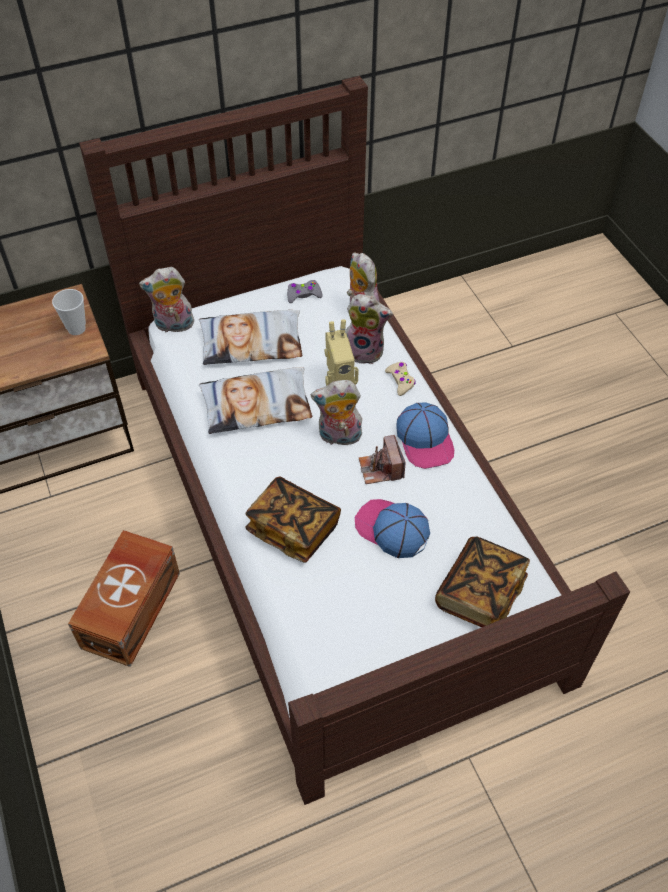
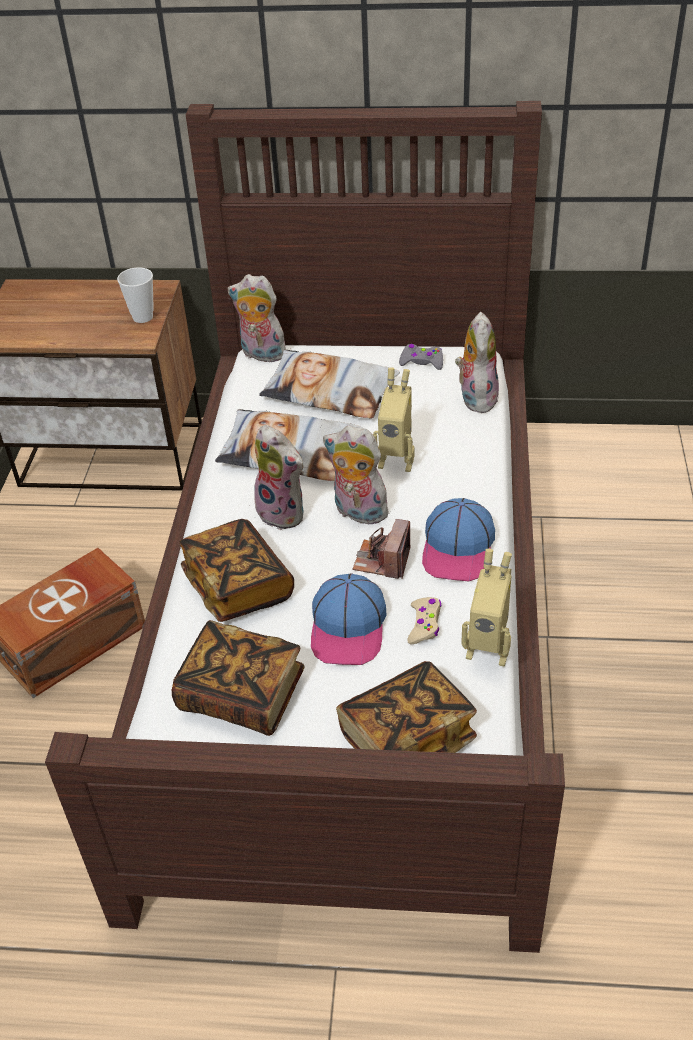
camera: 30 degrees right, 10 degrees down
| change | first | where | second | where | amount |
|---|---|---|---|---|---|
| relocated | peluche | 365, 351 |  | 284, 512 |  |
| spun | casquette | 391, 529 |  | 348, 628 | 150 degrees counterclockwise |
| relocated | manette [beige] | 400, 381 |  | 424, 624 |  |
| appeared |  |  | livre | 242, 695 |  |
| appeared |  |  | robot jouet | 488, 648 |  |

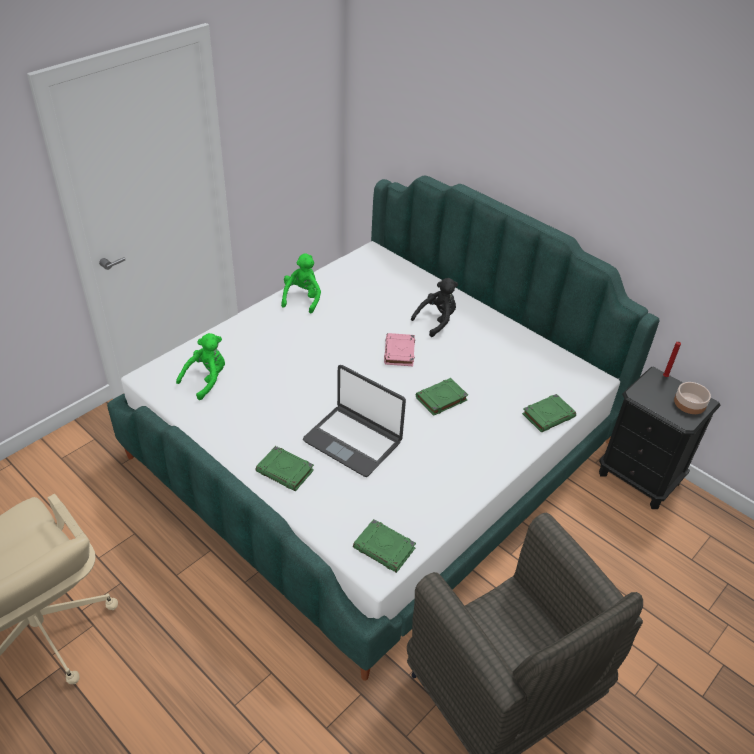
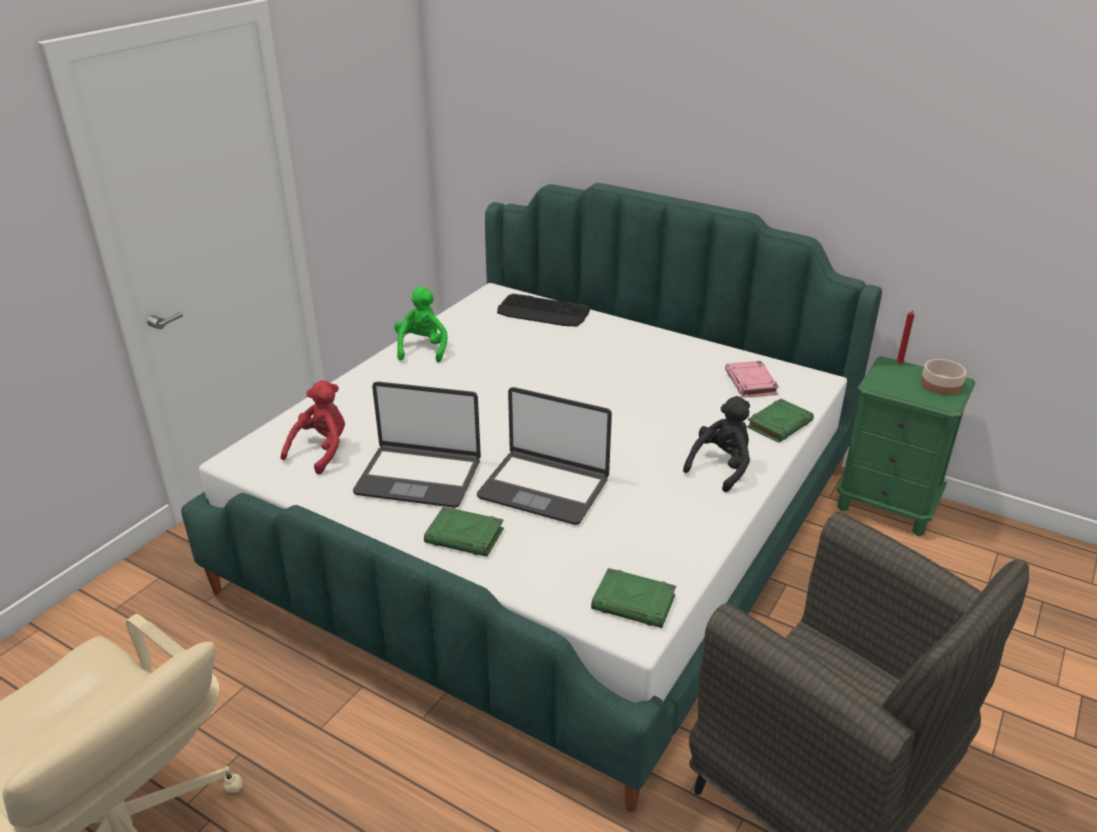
camera: 10 degrees left, 10 degrees down
| change | first | where | second | where | amount |
|---|---|---|---|---|---|
| colour | peluche [vert] | 206, 380 | peluche [rouge] | 322, 451 |  |
| relocated | livre [rose] | 399, 352 |  | 751, 383 |  |
| relocated | peluche [noir] | 436, 321 |  | 721, 467 |  |
| missing | livre [vert] | 441, 399 |  |  |  |
| colour | table de chevet [noir] | 638, 478 | table de chevet [vert] | 887, 505 |  |
| appeared |  |  | ordinateur portable | 419, 477 |  |
| appeared |  |  | clavier | 543, 312 |  |

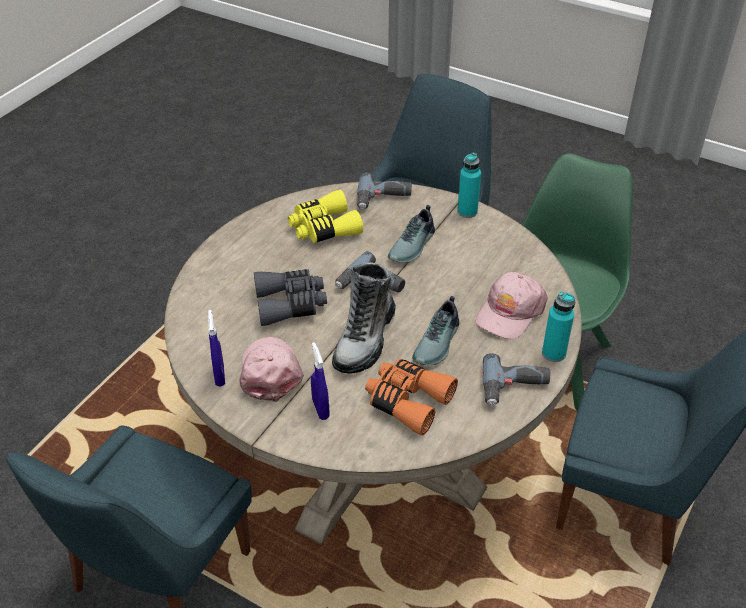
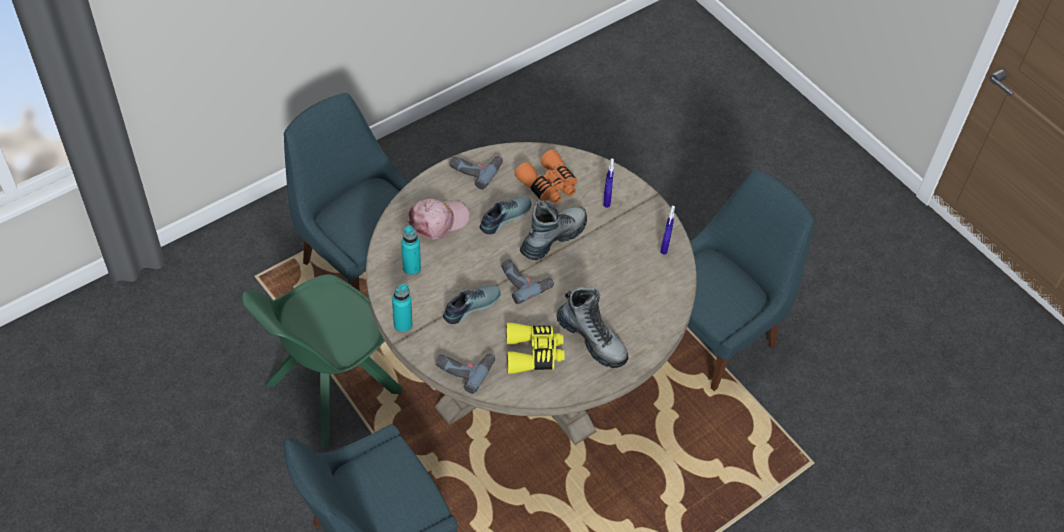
camera: 160 degrees left, 10 degrees up
| change | first | where | second | where | amount |
|---|---|---|---|---|---|
| missing | casquette [rose] | 270, 372 |  |  |  |
| missing | jumelles [gris] | 290, 304 |  |  |  |
| relocated | bouteille [turquoise] | 553, 353 |  | 411, 268 |  |
| appeared |  |  | botte | 592, 339 |  |

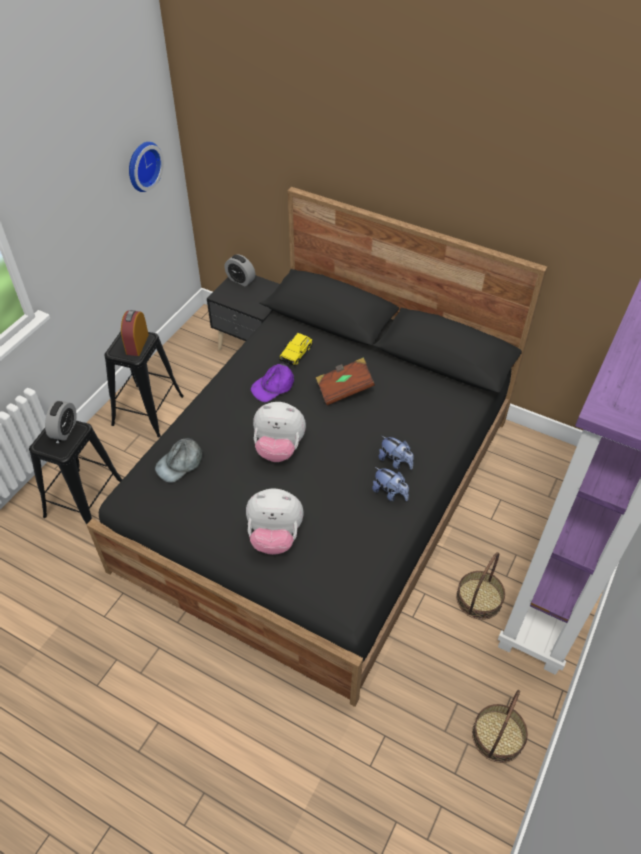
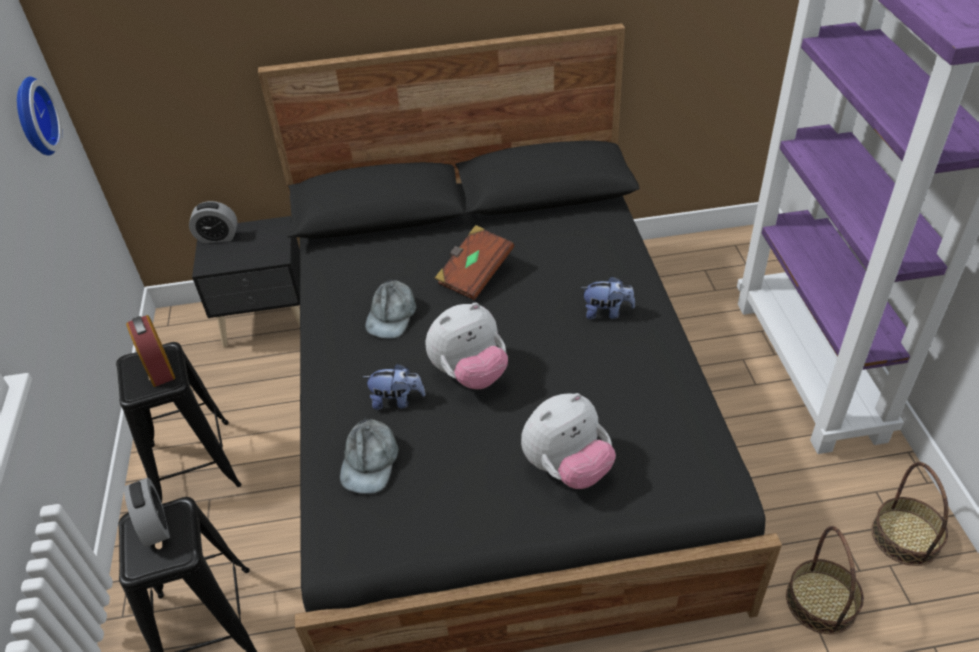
camera: 35 degrees left, 5 degrees down
| change | first | where | second | where | amount |
|---|---|---|---|---|---|
| colour | casquette [violet] | 273, 386 | casquette [gris] | 391, 315 |  |
| missing | petite voiture [jaune] | 296, 354 |  |  |  |
| relocated | peluche | 390, 493 |  | 397, 400 |  |
| relocated | panier | 479, 599 |  | 821, 602 |  |

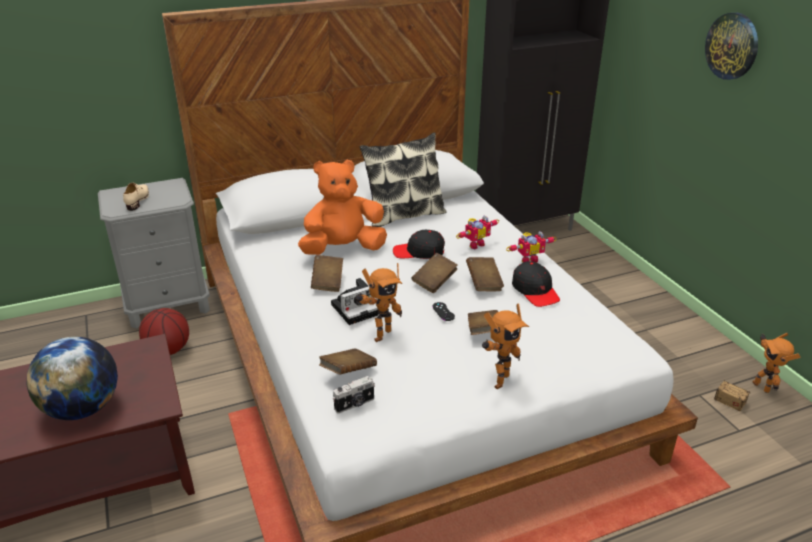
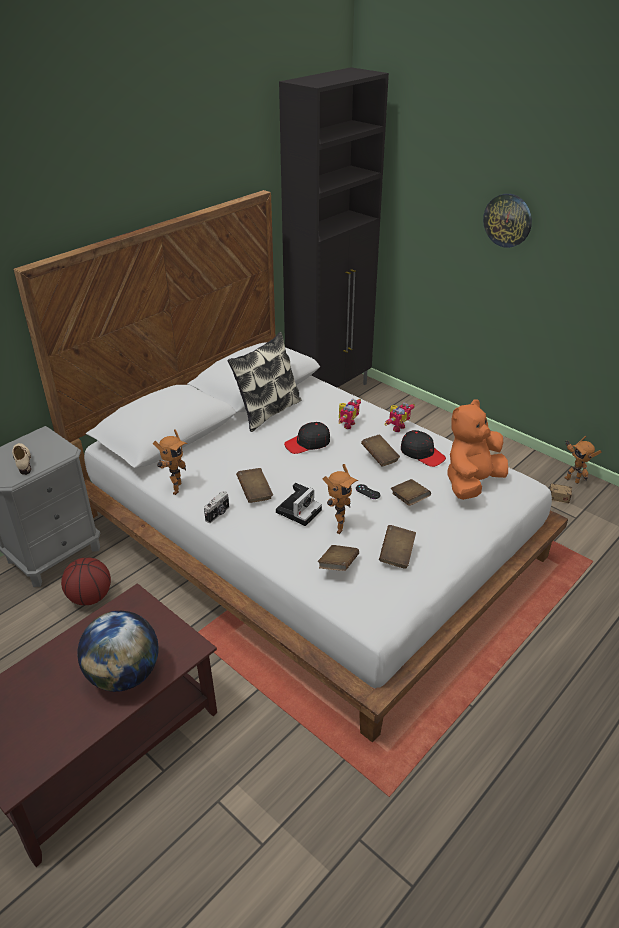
camera: 25 degrees left, 5 degrees up
| change | first | where | second | where | amount |
|---|---|---|---|---|---|
| relocated | peluche [orange] | 343, 249 |  | 472, 483 |  |
| relocated | appareil photo | 355, 404 |  | 218, 514 |  |
| relocated | livre [marron] | 434, 282 |  | 396, 554 |  |
| relocated | robot jouet | 498, 380 |  | 174, 488 |  |

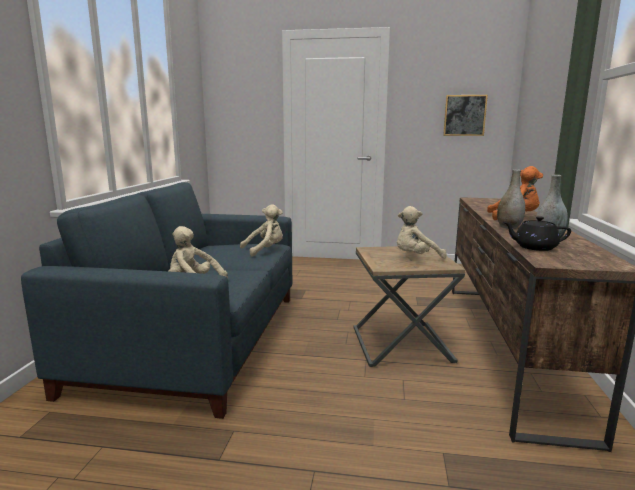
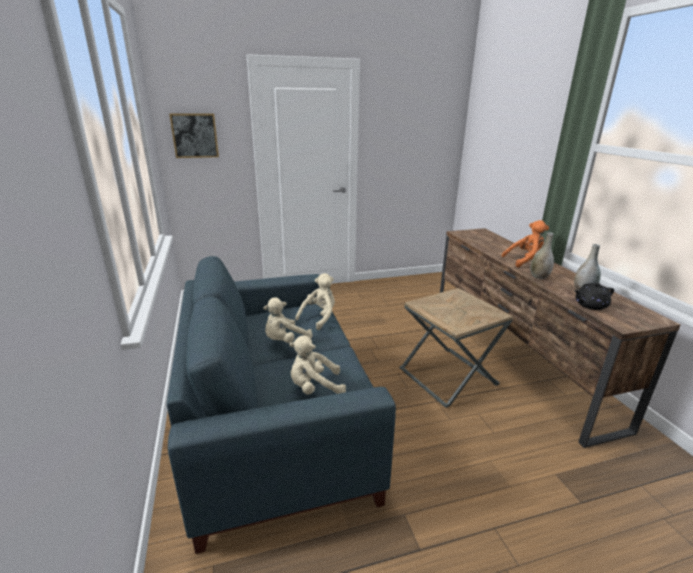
camera: 25 degrees left, 10 degrees up
| change | first | where | second | where | amount |
|---|---|---|---|---|---|
| relocated | peluche [beige] | 416, 257 |  | 285, 340 |  |
| relocated | tableau | 464, 115 |  | 195, 135 |  |

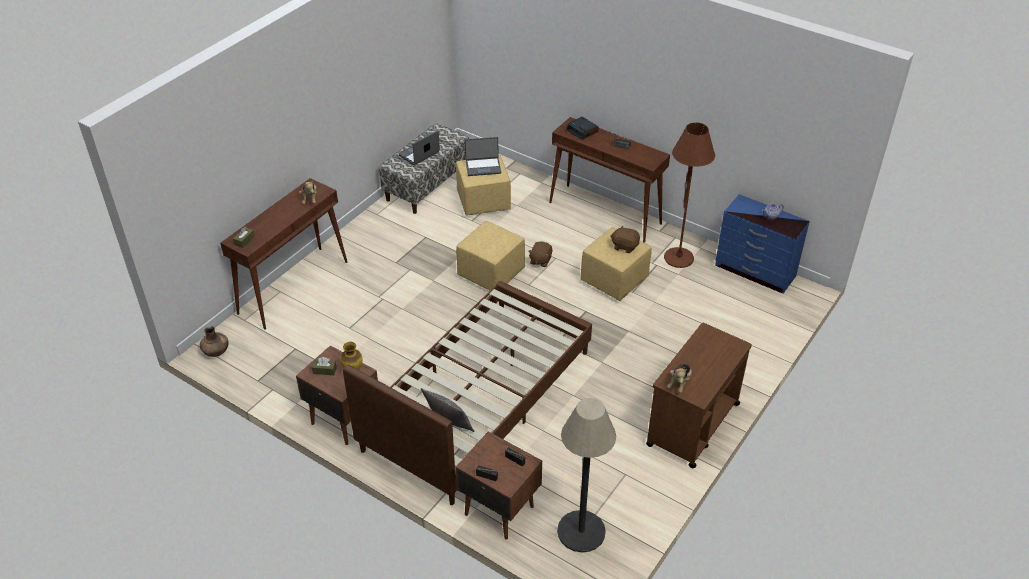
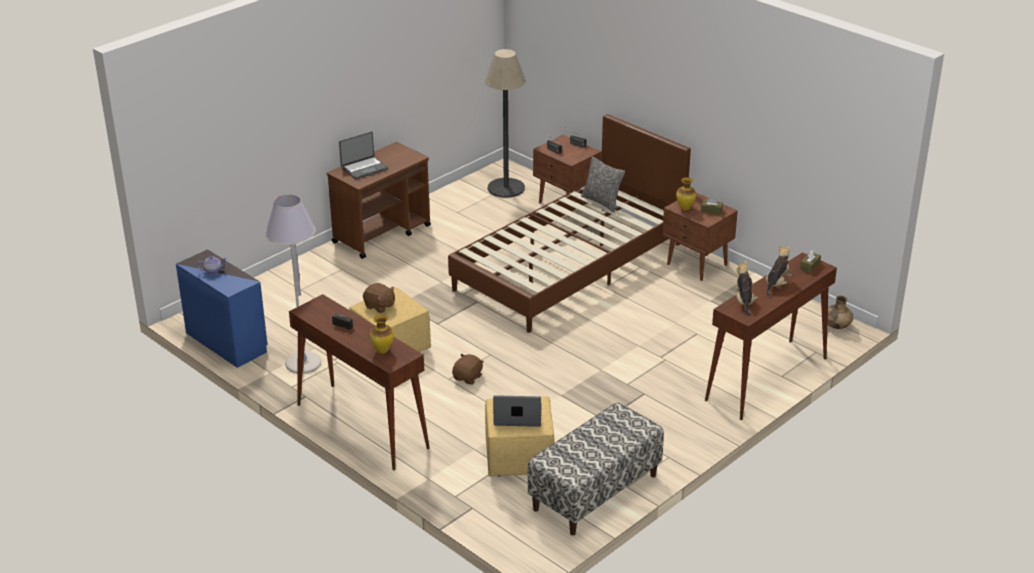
camera: 170 degrees left, 10 degrees down
| change | first | where | second | where | amount |
|---|---|---|---|---|---|
| relocated | ordinateur portable | 419, 154 |  | 364, 168 |  |
| missing | pouf [jaune] | 490, 273 |  |  |  |
| exchanged | réveil | 582, 131 | vase | 382, 351 |  |
| colour | lampadaire [marron] | 679, 258 | lampadaire [gris] | 303, 363 |  |
| relocated | peluche | 679, 382 |  | 777, 284 |  |

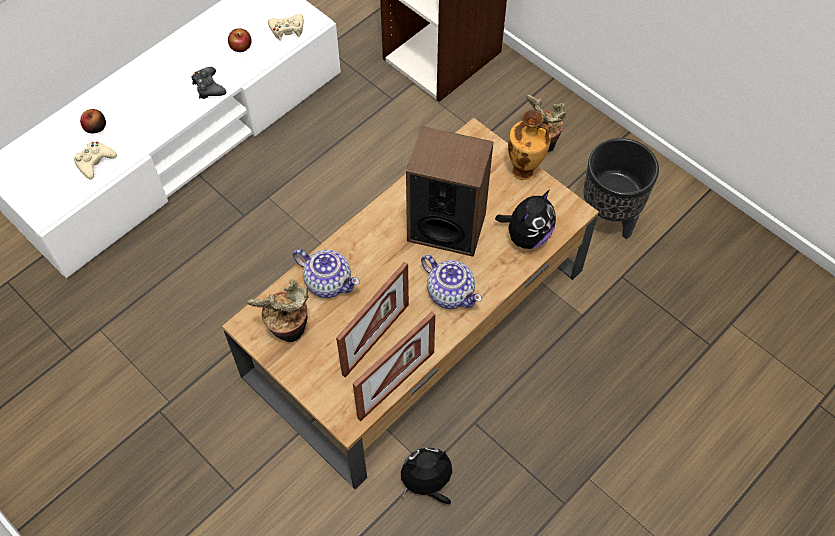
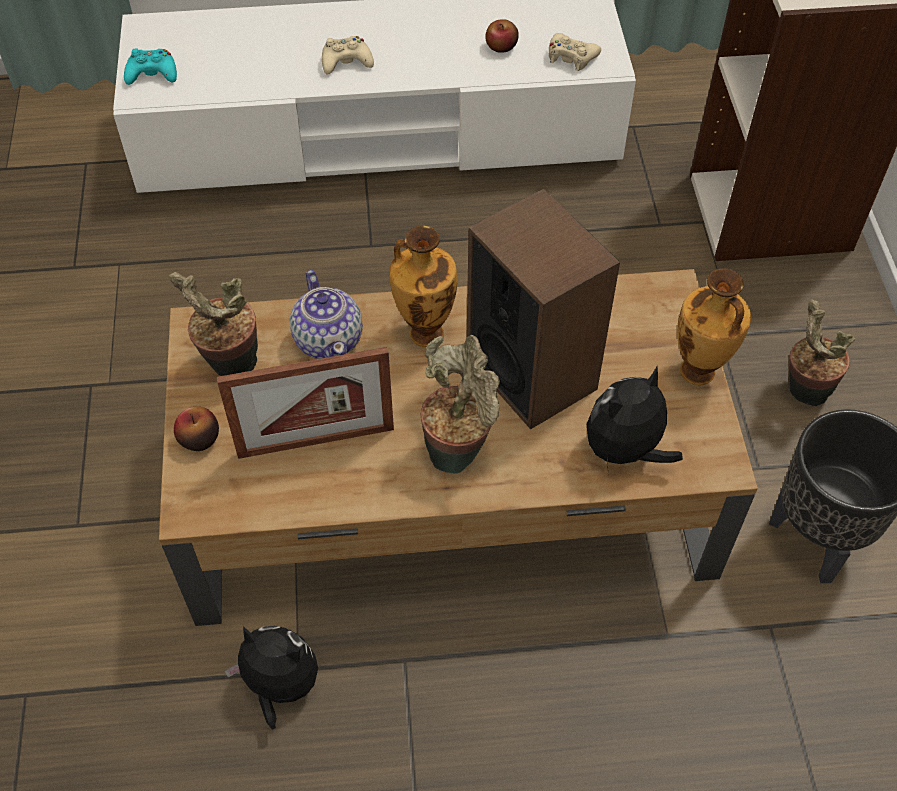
camera: 40 degrees right, 5 degrees down
| change | first | where | second | where | amount |
|---|---|---|---|---|---|
| relocated | manette [beige] | 95, 162 |  | 346, 62 |  |
| relocated | pomme | 95, 127 |  | 199, 438 |  |
| missing | manette [noir] | 208, 87 |  |  |  |
| missing | cadre photo | 396, 385 |  |  |  |
| exchanged | théière | 450, 292 | plante en pot | 458, 451 |  |
| spun | peluche | 526, 236 |  | 625, 451 | 150 degrees clockwise |
| appeared |  |  | manette [turquoise] | 152, 74 |  |
| appeared |  |  | vase | 424, 332 |  |

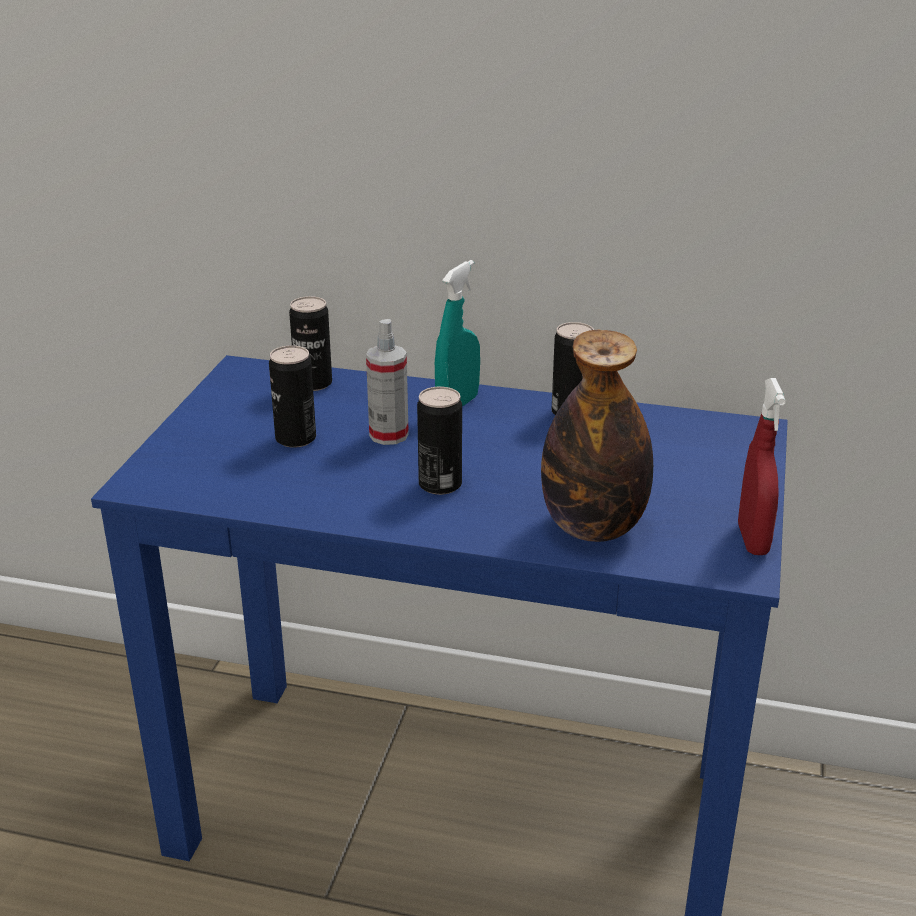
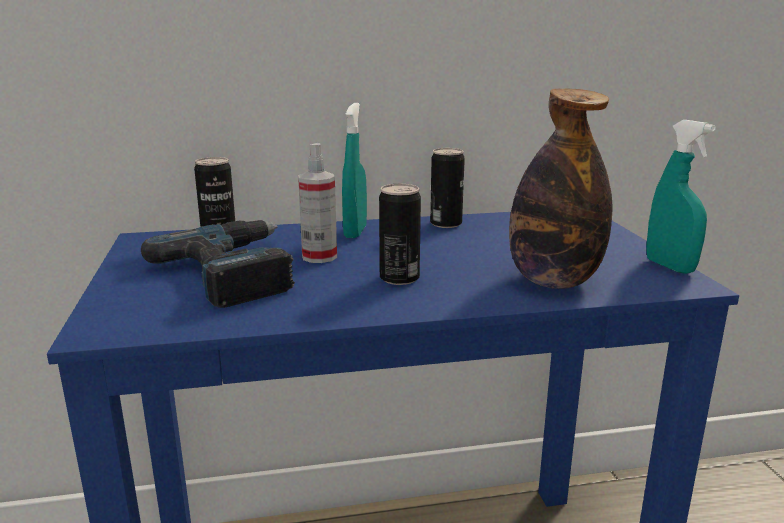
camera: 25 degrees left, 10 degrees down
| change | first | where | second | where | amount |
|---|---|---|---|---|---|
| exchanged | boîte métallique | 295, 438 | perceuse | 237, 272 |  |
| colour | vaporisateur [rouge] | 752, 540 | vaporisateur [turquoise] | 670, 266 |  |

